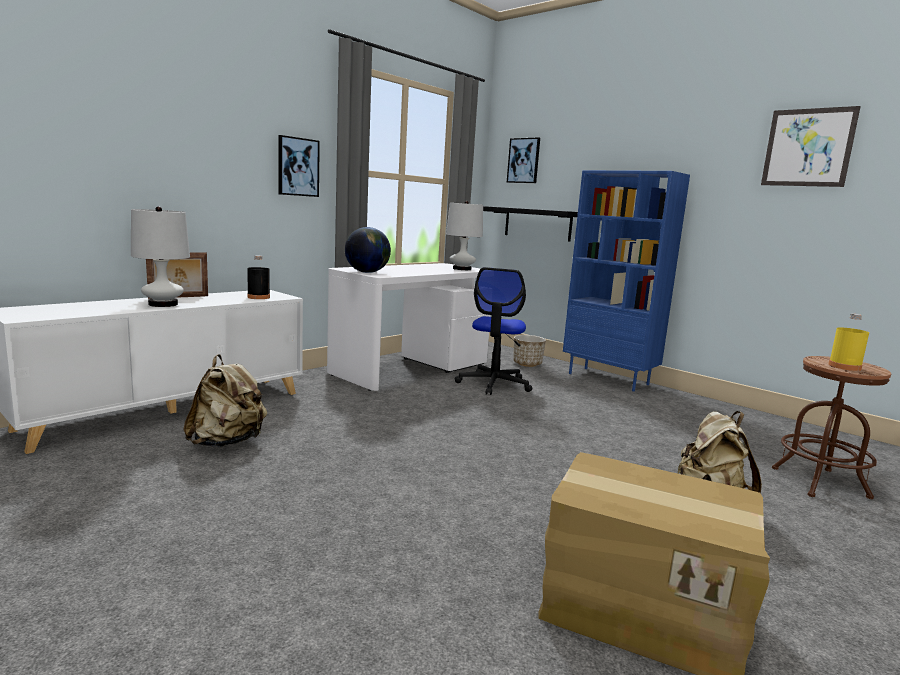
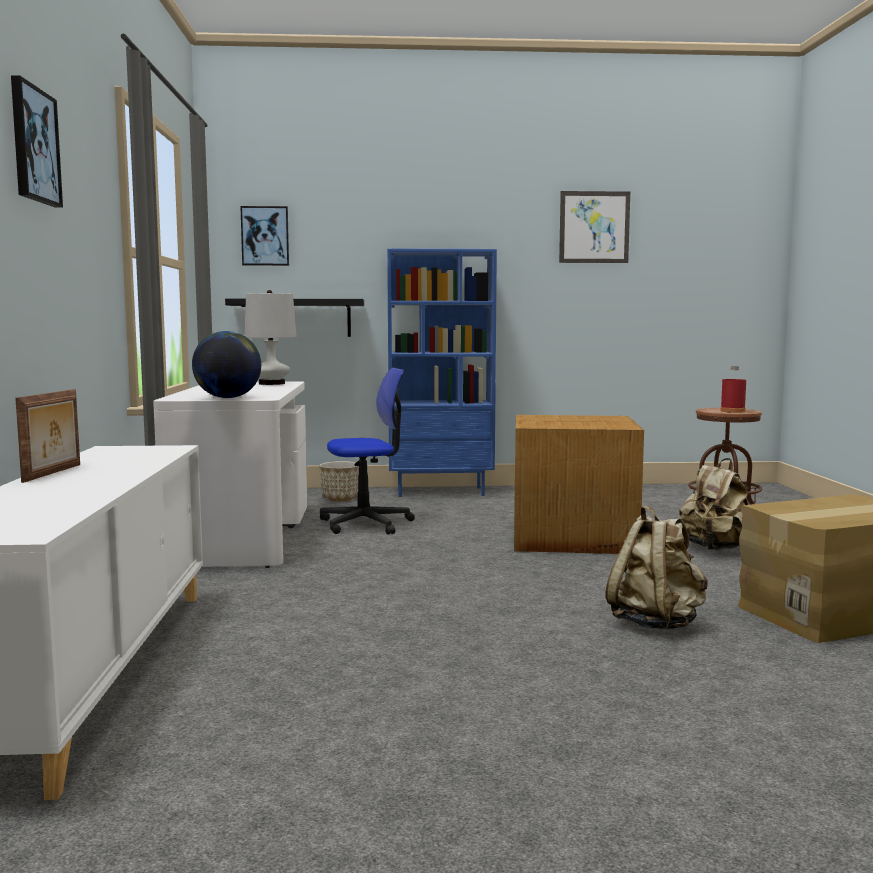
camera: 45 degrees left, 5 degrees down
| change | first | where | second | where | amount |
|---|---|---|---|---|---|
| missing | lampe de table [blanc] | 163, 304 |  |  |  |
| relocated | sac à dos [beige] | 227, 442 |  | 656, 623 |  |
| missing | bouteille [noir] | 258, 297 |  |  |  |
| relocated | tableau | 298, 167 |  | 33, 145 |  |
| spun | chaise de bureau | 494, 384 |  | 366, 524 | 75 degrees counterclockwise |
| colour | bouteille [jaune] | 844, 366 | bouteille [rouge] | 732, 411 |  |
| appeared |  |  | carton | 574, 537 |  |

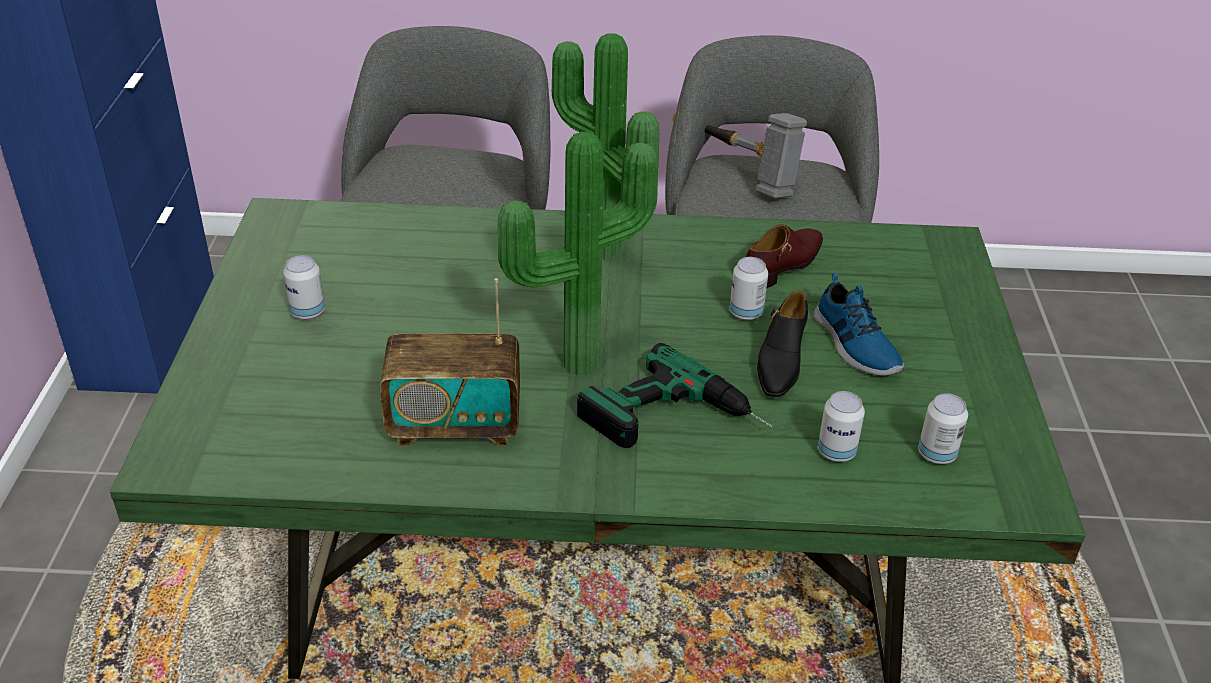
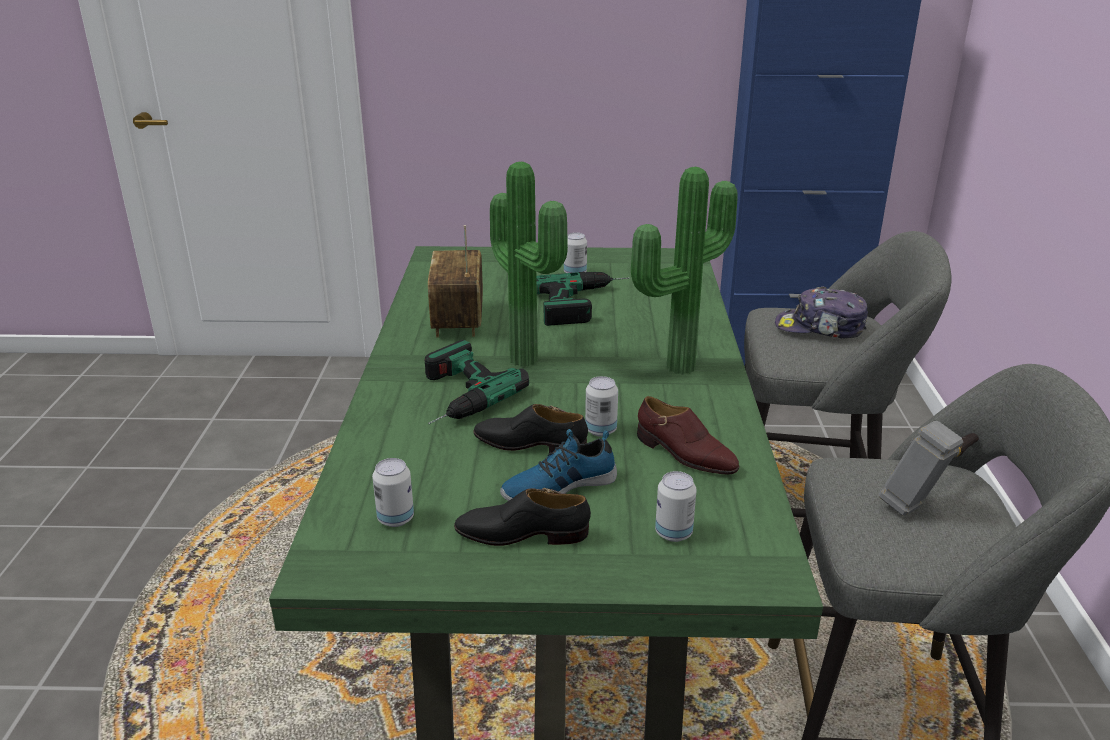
camera: 90 degrees right, 10 degrees down
| change | first | where | second | where | amount |
|---|---|---|---|---|---|
| relocated | boîte métallique | 836, 452 |  | 673, 533 |  |
| appeared |  |  | chaussure [noir] | 522, 534 |  |
| appeared |  |  | perceuse | 586, 303 |  |
| appeared |  |  | casquette | 820, 328 |  |

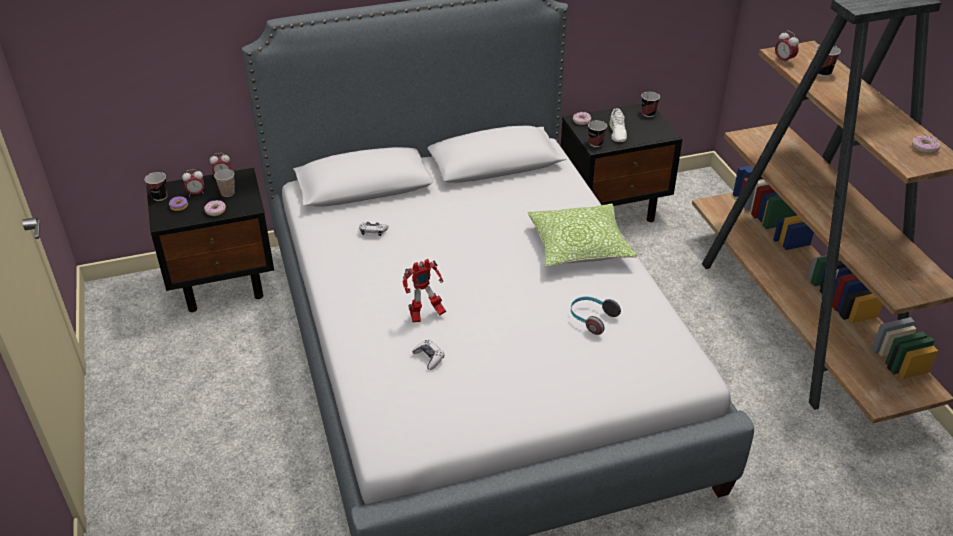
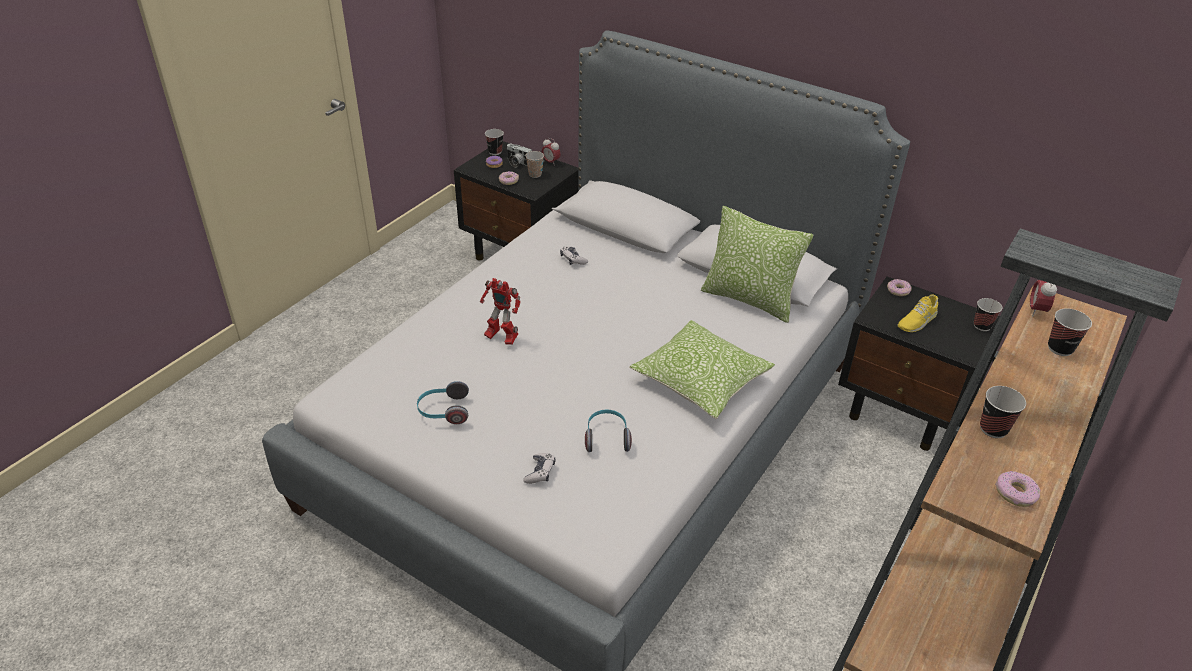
camera: 50 degrees right, 0 degrees up
| change | first | where | second | where | amount |
|---|---|---|---|---|---|
| exchanged | réveil | 196, 193 | appareil photo | 517, 163 |  |
| relocated | manette | 429, 358 |  | 540, 472 |  |
| relocated | tasse | 595, 143 |  | 993, 429 |  |
| colour | chaussure [blanc] | 617, 132 | chaussure [jaune] | 917, 321 |  |
| appeared |  |  | casque audio | 443, 411 |  |
| appeared |  |  | coussin | 749, 299 |  |

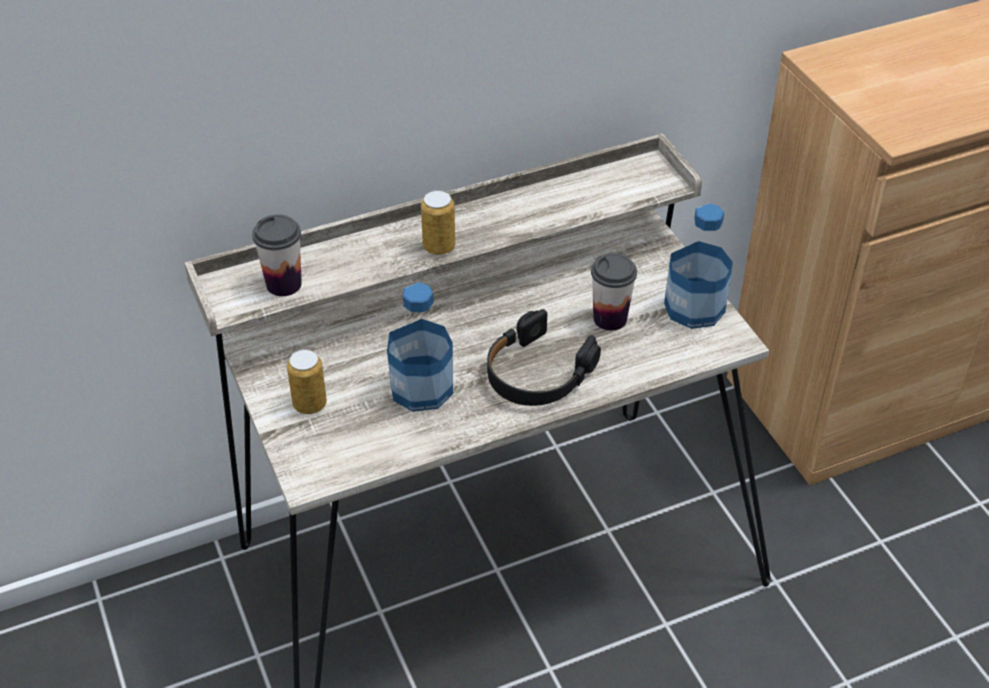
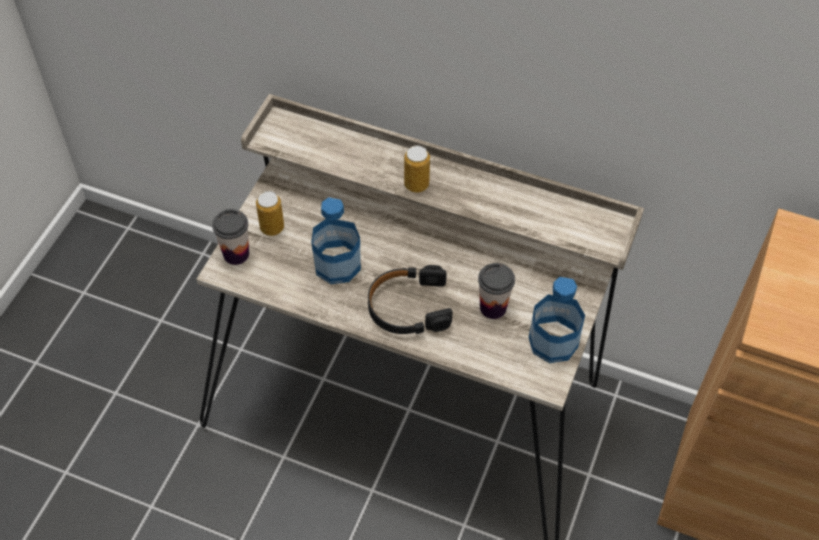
camera: 45 degrees right, 10 degrees up
| change | first | where | second | where | amount |
|---|---|---|---|---|---|
| relocated | tasse | 284, 284 |  | 236, 254 |  |

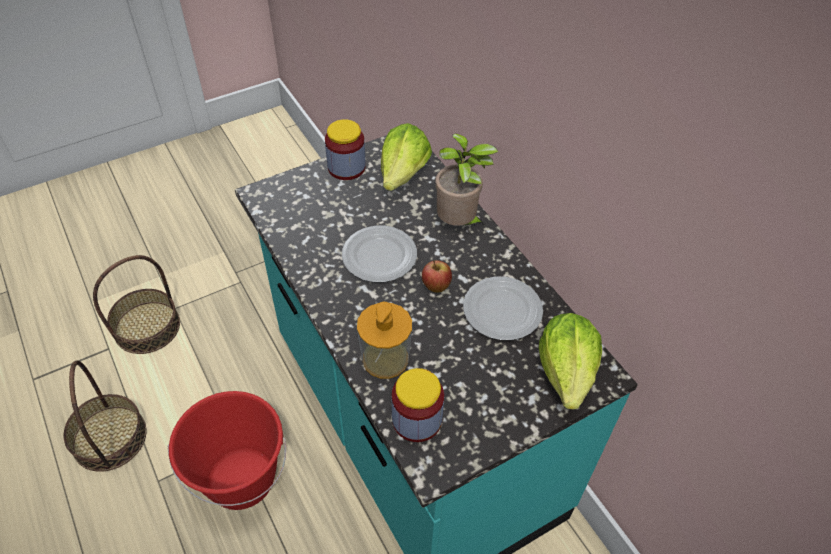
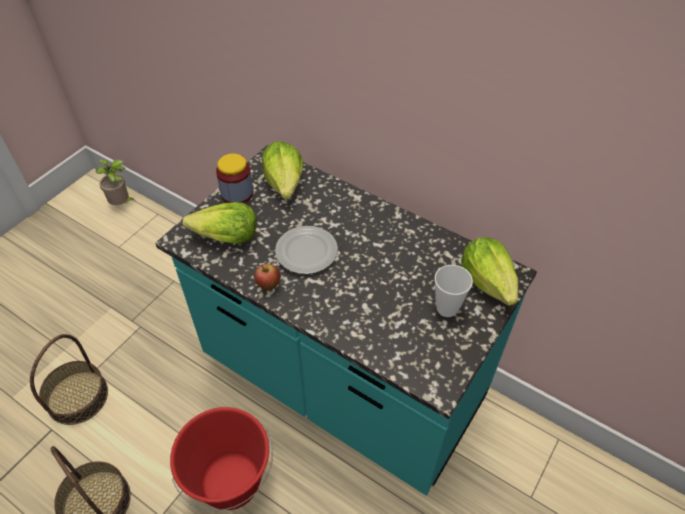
camera: 25 degrees left, 0 degrees up
| change | first | where | second | where | amount |
|---|---|---|---|---|---|
| missing | distributeur de savon | 385, 358 |  |  |  |
| missing | bocal | 417, 419 |  |  |  |
| relocated | pomme | 436, 287 |  | 268, 285 |  |
| relocated | plante en pot | 458, 224 |  | 122, 204 |  |
| missing | assiette | 501, 310 |  |  |  |
| appeared |  |  | laitue | 226, 237 |  |
| appeared |  |  | tasse | 447, 308 |  |

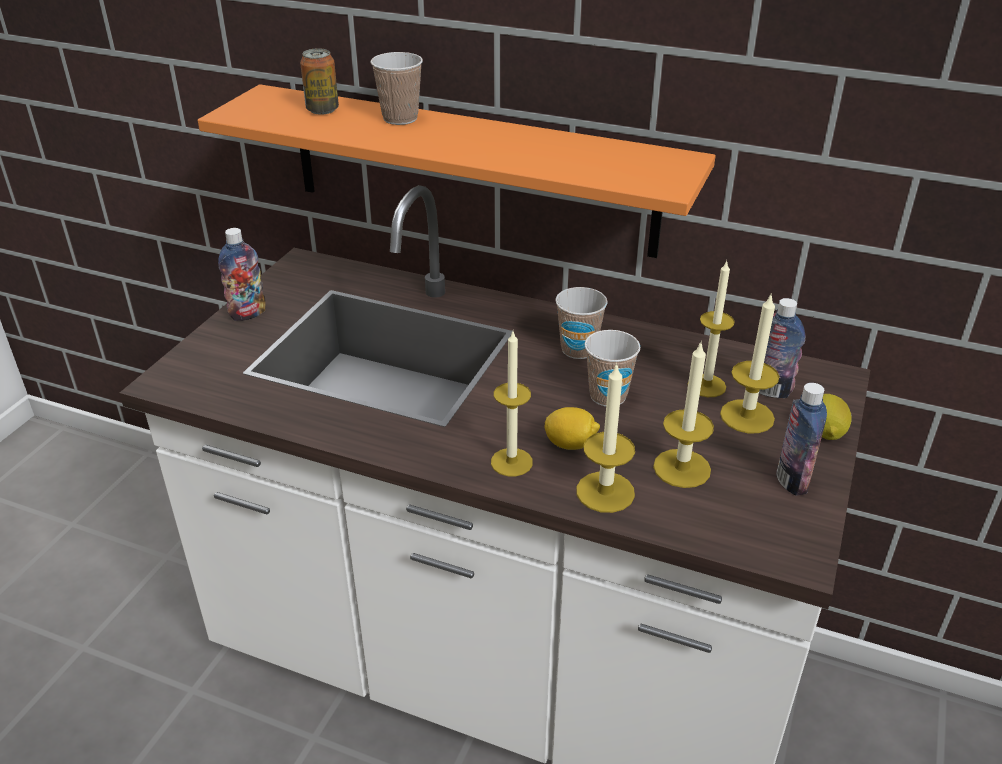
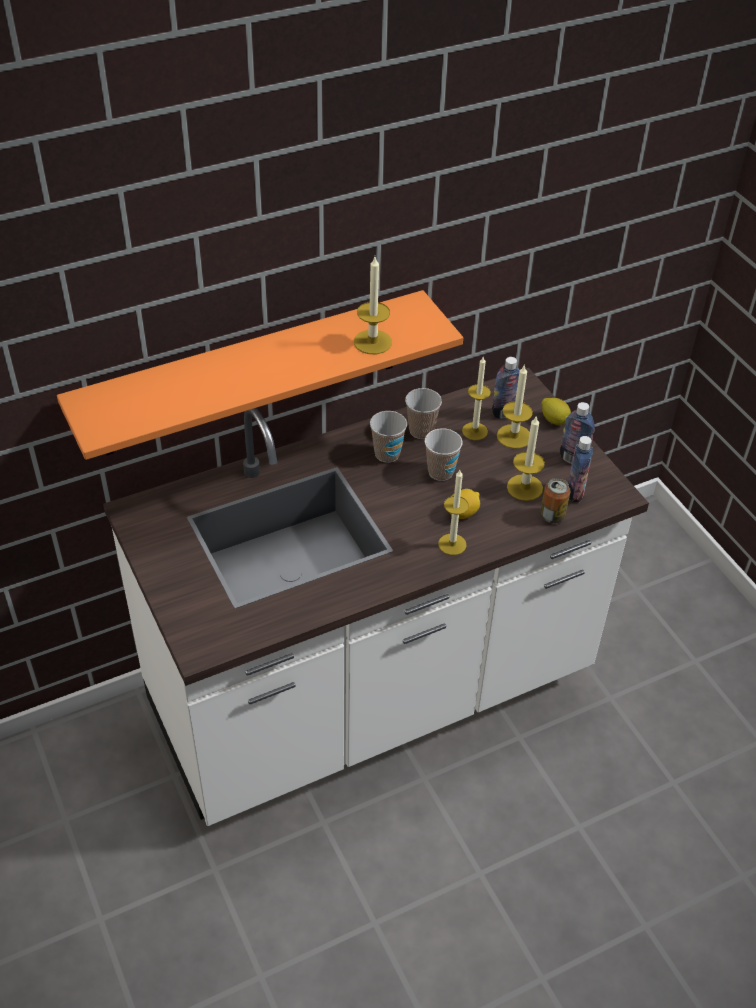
camera: 50 degrees left, 10 degrees up
| change | first | where | second | where | amount |
|---|---|---|---|---|---|
| relocated | bouteille | 248, 314 |  | 575, 492 |  |
| relocated | boîte métallique | 322, 110 |  | 552, 516 |  |
| relocated | tasse | 400, 118 |  | 421, 431 |  |
| relocated | bougie | 605, 492 |  | 372, 342 |  |

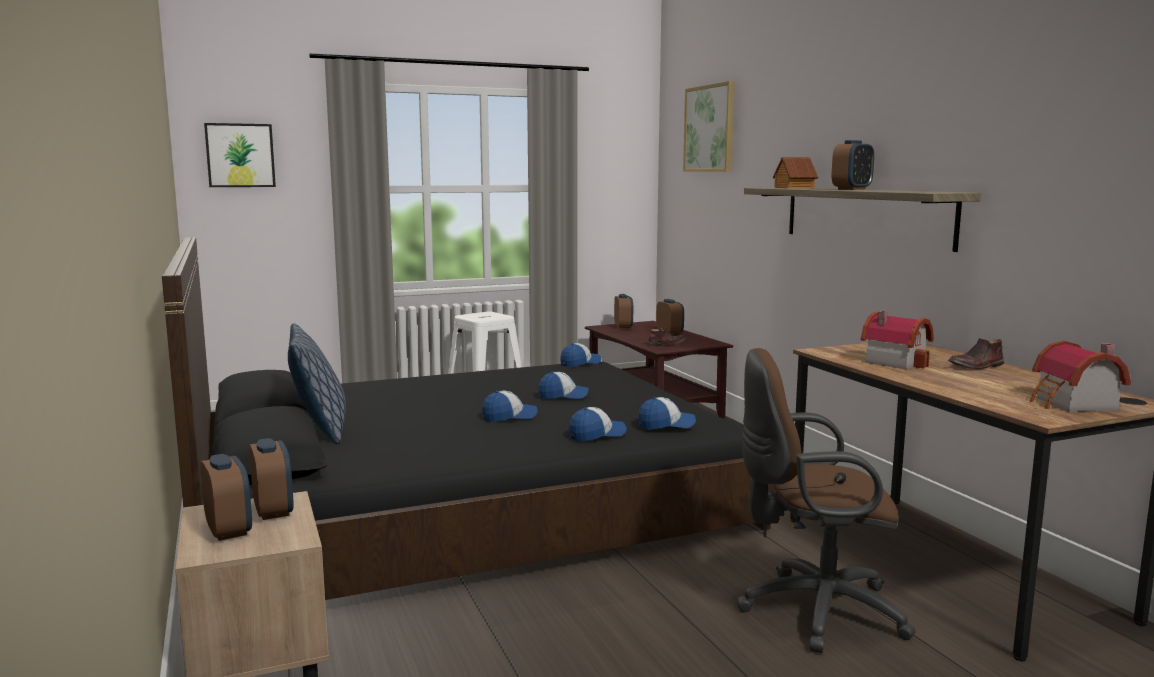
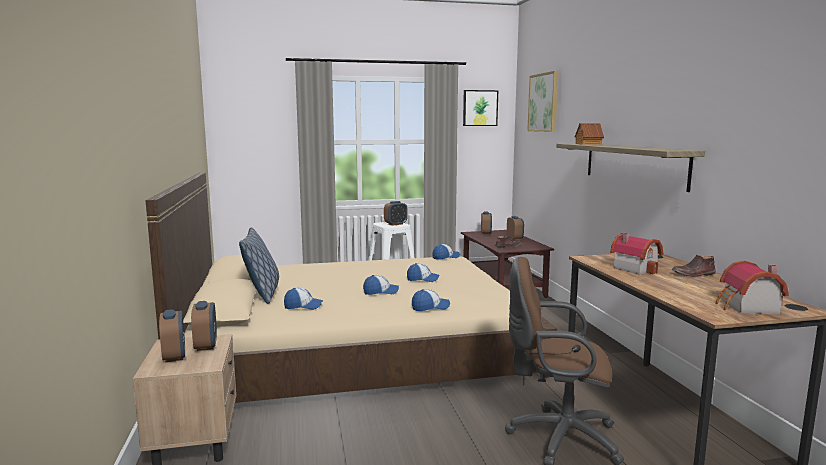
camera: 10 degrees right, 0 degrees up
| change | first | where | second | where | amount |
|---|---|---|---|---|---|
| colour | lit [noir] | 465, 501 | lit [beige] | 356, 344 |  |
| relocated | tableau | 240, 155 |  | 480, 108 |  |
| relocated | casquette | 666, 425 |  | 303, 306 |  |
| relocated | réveil | 851, 189 |  | 395, 224 |  |

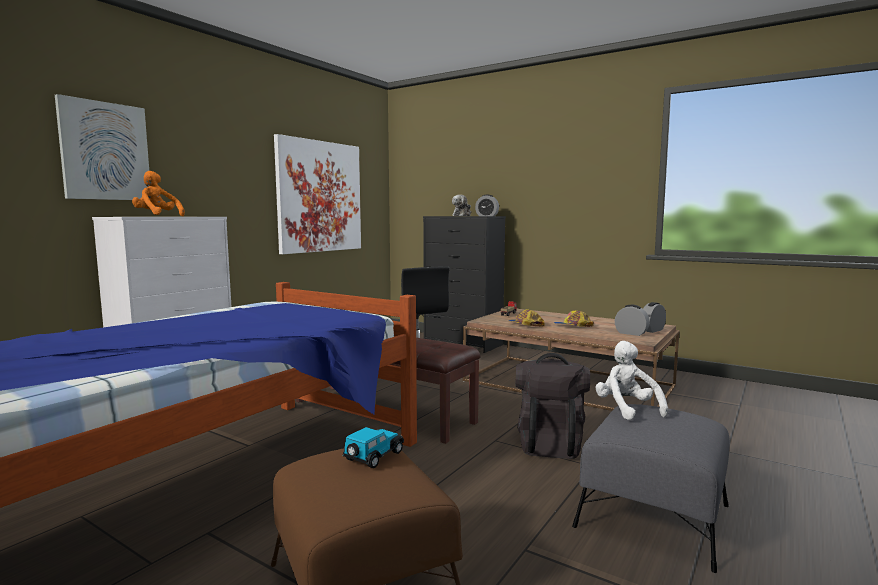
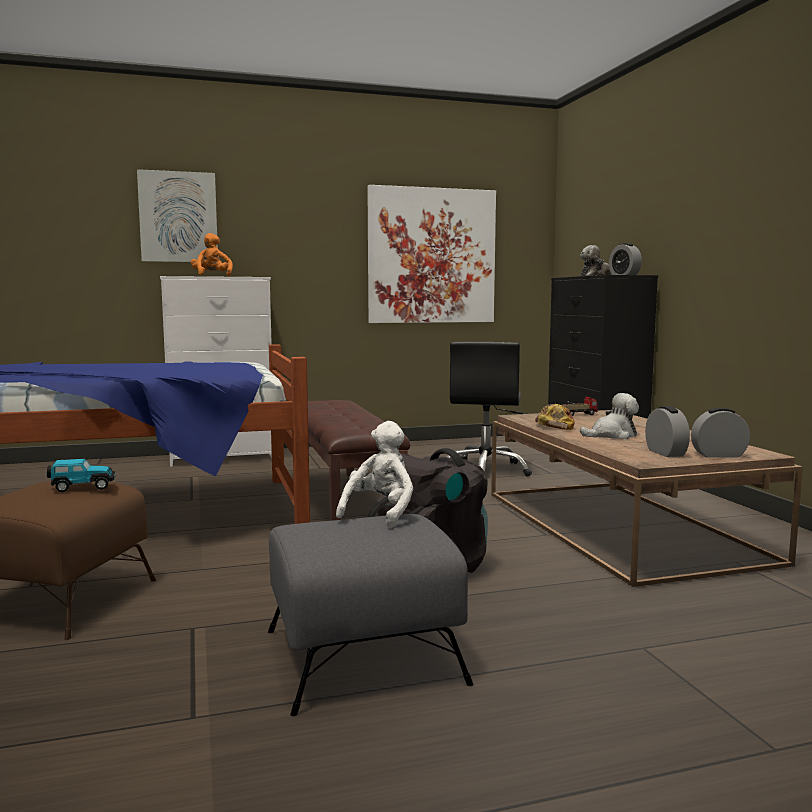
camera: 40 degrees right, 0 degrees up
| change | first | where | second | where | amount |
|---|---|---|---|---|---|
| exchanged | casquette | 572, 326 | peluche | 612, 435 |  |

